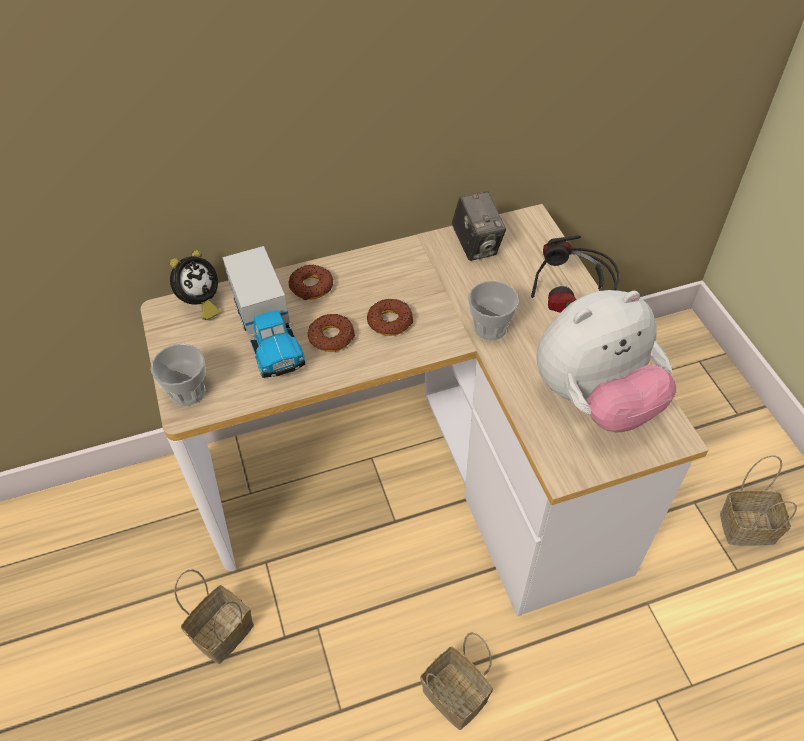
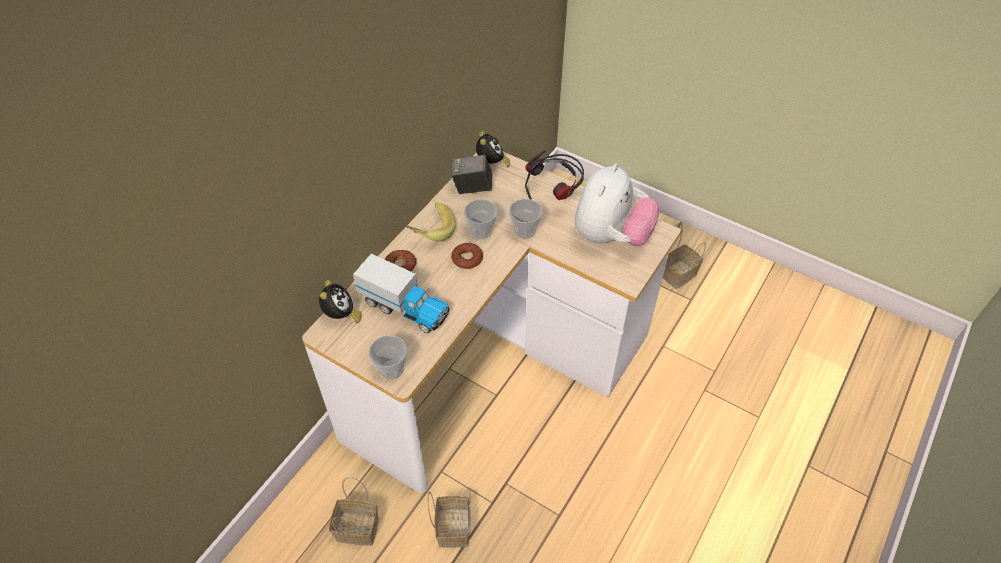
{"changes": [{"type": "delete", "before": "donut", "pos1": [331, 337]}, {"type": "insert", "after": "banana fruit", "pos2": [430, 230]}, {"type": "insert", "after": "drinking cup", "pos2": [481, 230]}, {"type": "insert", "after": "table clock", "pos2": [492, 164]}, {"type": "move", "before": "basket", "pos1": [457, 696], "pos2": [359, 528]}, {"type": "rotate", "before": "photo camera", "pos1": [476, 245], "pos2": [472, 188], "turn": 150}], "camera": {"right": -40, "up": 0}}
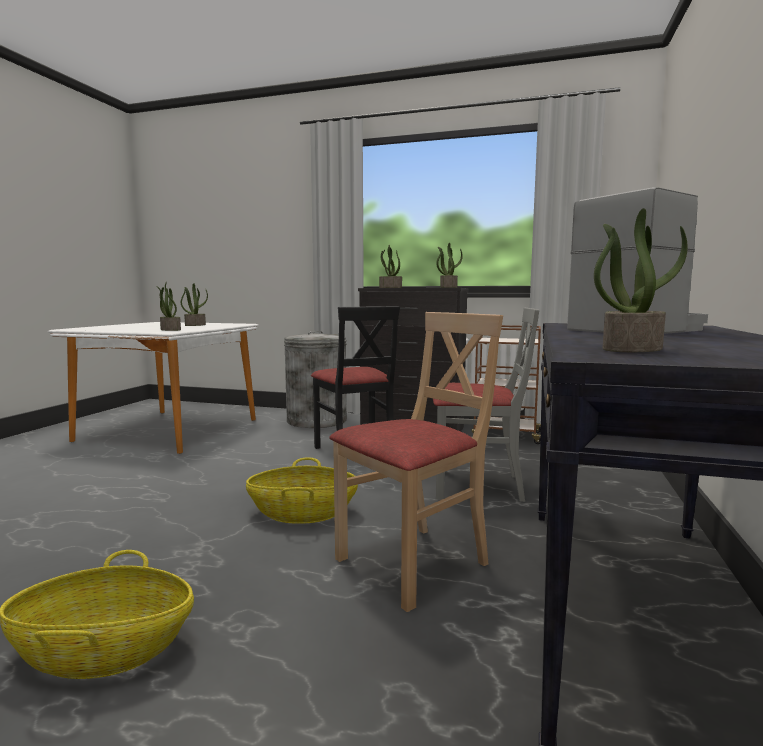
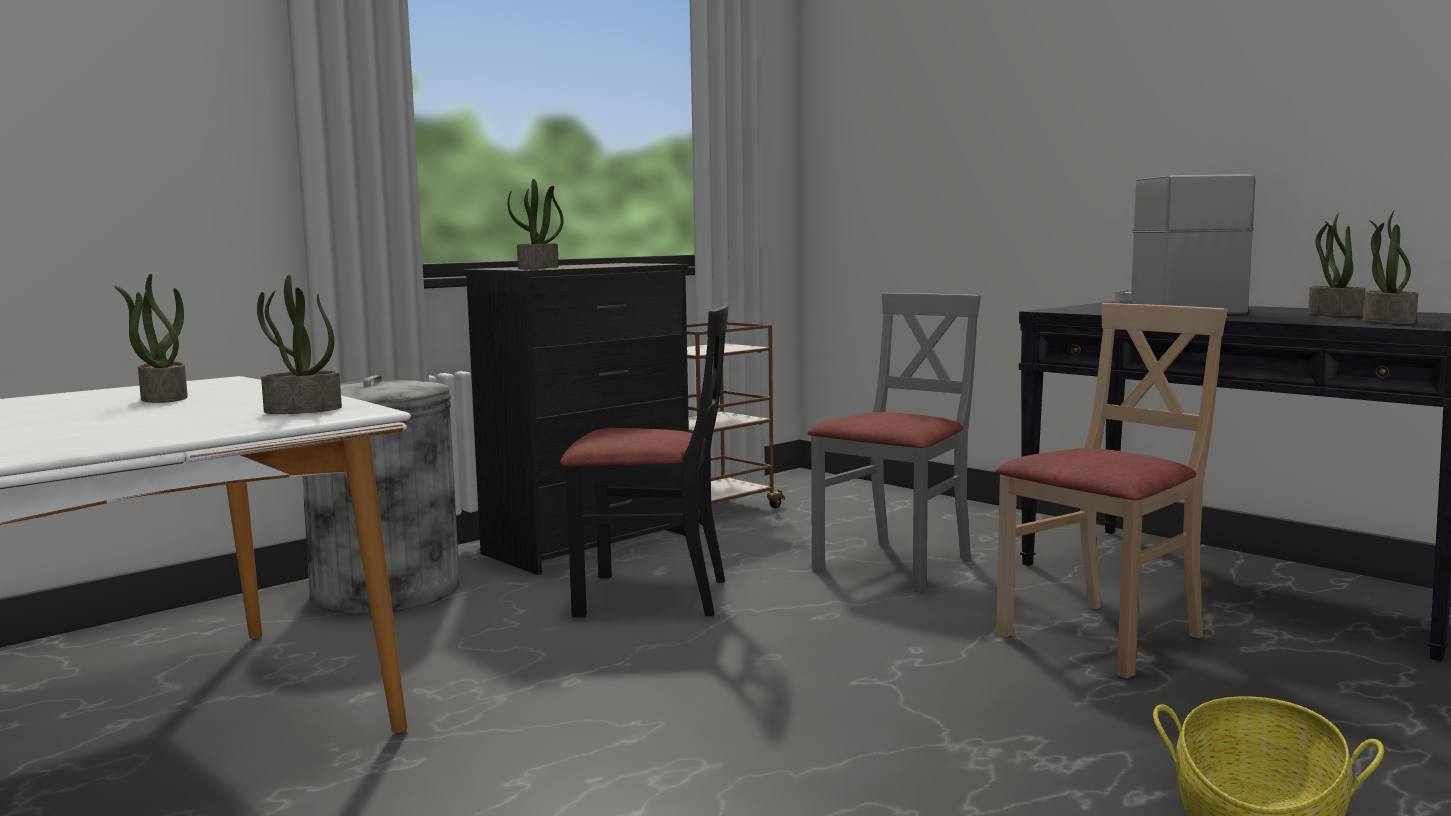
{"changes": [{"type": "delete", "before": "basket", "pos1": [303, 513]}, {"type": "move", "before": "houseplant", "pos1": [448, 287], "pos2": [1333, 314]}, {"type": "rotate", "before": "sand-coloured upright chair", "pos1": [413, 563], "pos2": [1103, 637], "turn": 60}], "camera": {"right": -60, "up": 0}}
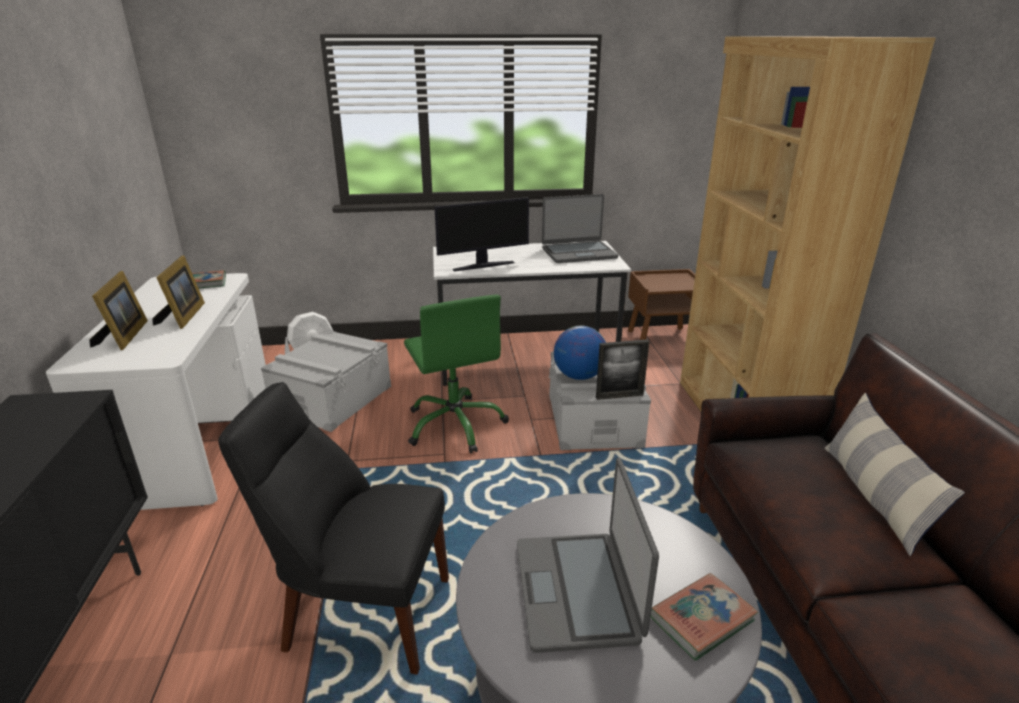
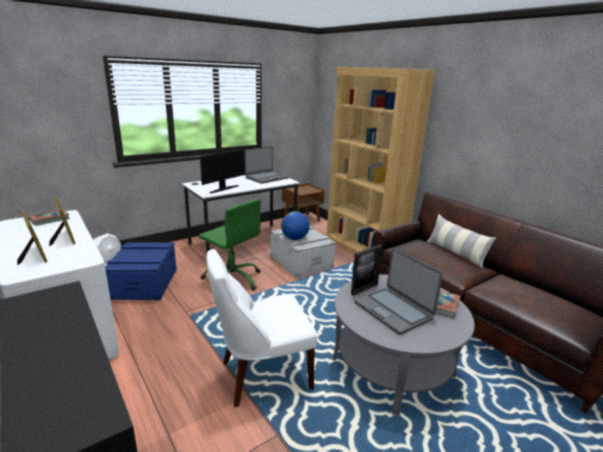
{"changes": [{"type": "move", "before": "photo frame", "pos1": [619, 396], "pos2": [364, 289]}, {"type": "recolor", "before": "black upright chair", "after": "white-coloured upright chair", "pos1": [361, 612], "pos2": [261, 375]}, {"type": "recolor", "before": "gray storage container", "after": "bluish storage container", "pos1": [332, 398], "pos2": [144, 283]}], "camera": {"right": -30, "up": -5}}
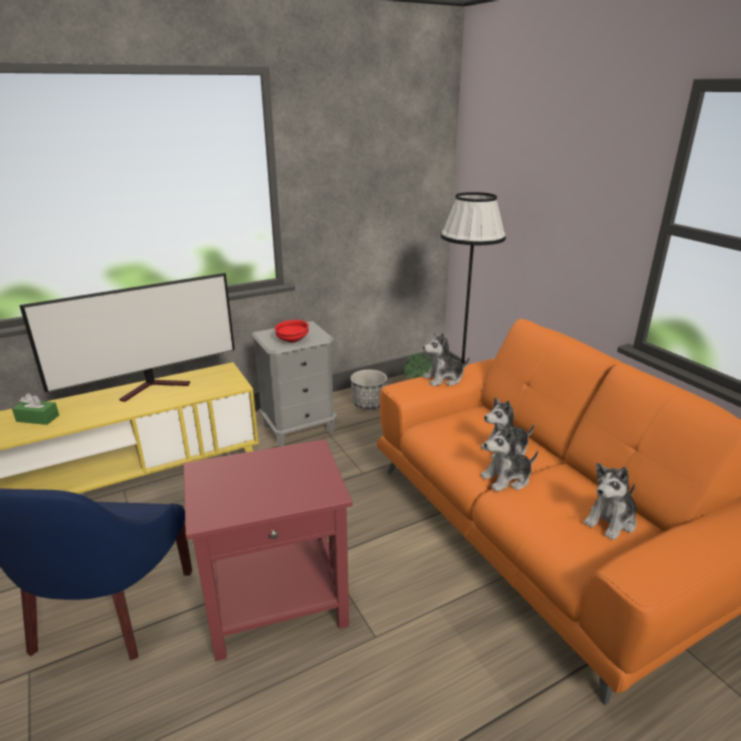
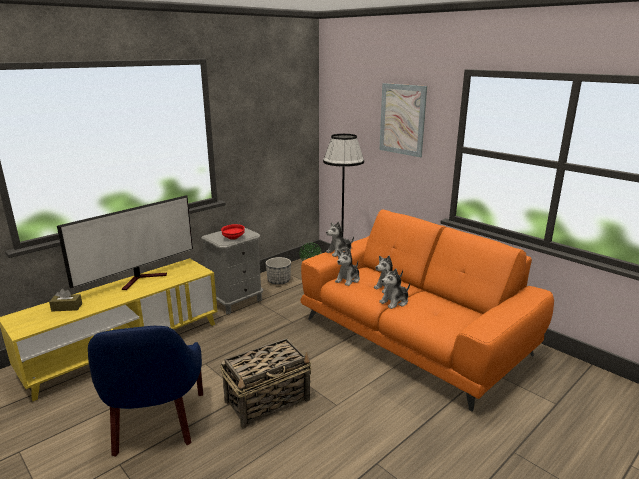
{"changes": [{"type": "insert", "after": "wall art", "pos2": [402, 119]}, {"type": "move", "before": "soft toy", "pos1": [611, 521], "pos2": [348, 279]}, {"type": "replace", "before": "red-coloured side table", "after": "basket", "pos1": [276, 604], "pos2": [268, 400]}, {"type": "recolor", "before": "greenish tissue box", "after": "brownish tissue box", "pos1": [37, 418], "pos2": [67, 307]}], "camera": {"right": -15, "up": -5}}
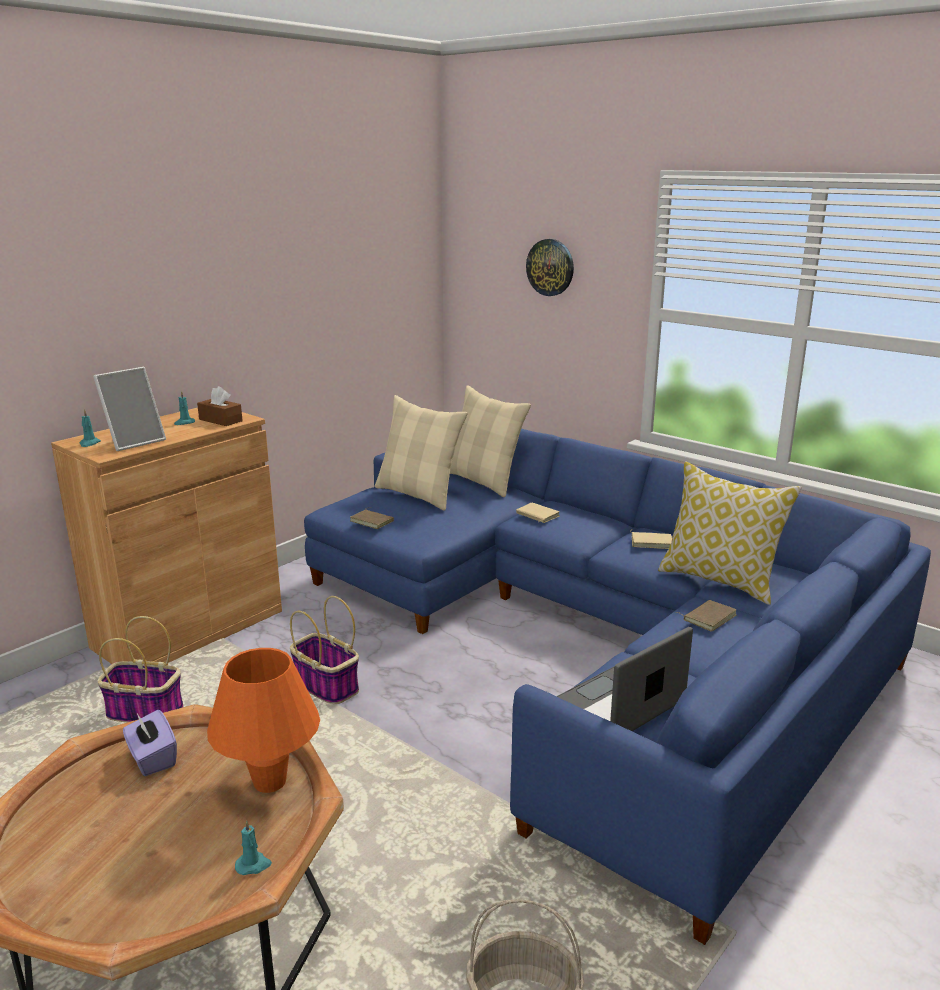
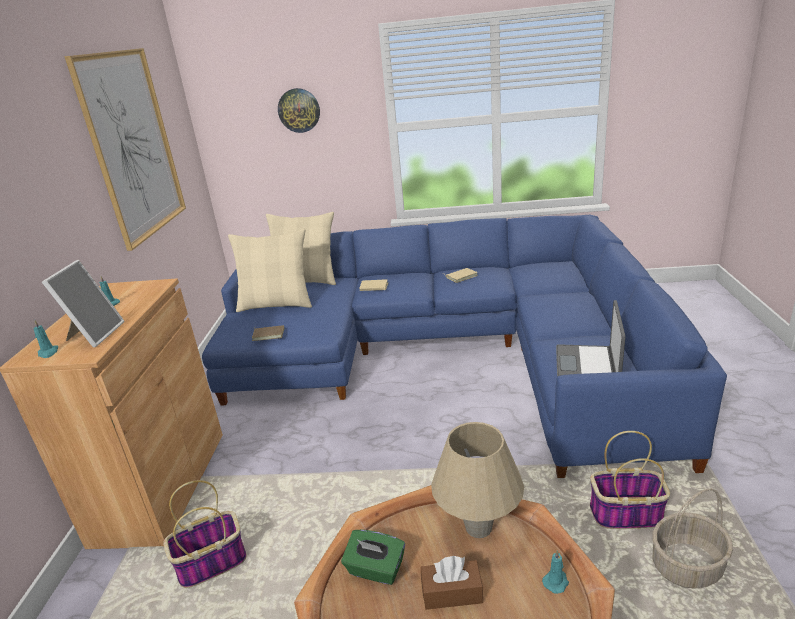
{"changes": [{"type": "delete", "before": "cushion", "pos1": [720, 580]}, {"type": "delete", "before": "brownish volume", "pos1": [708, 617]}, {"type": "insert", "after": "wall art", "pos2": [133, 145]}, {"type": "move", "before": "brownish tissue box", "pos1": [220, 420], "pos2": [452, 593]}, {"type": "move", "before": "basket", "pos1": [325, 686], "pos2": [625, 515]}, {"type": "recolor", "before": "purplish tissue box", "after": "greenish tissue box", "pos1": [152, 758], "pos2": [375, 570]}, {"type": "recolor", "before": "orange-coloured lamp for a table", "after": "sand-coloured lamp for a table", "pos1": [270, 781], "pos2": [478, 527]}], "camera": {"right": -35, "up": 5}}
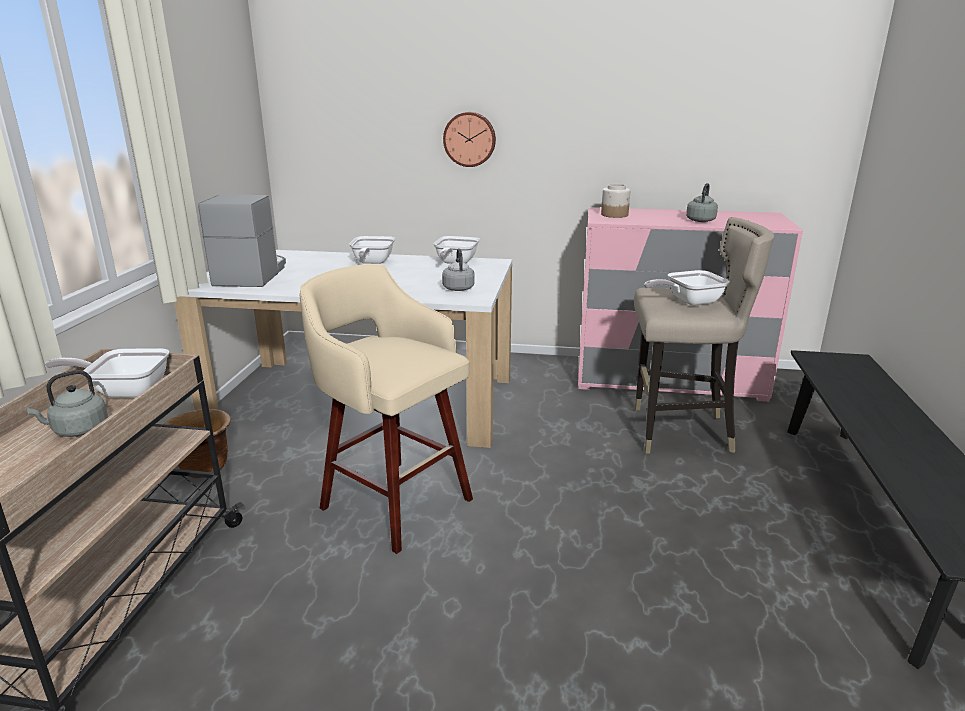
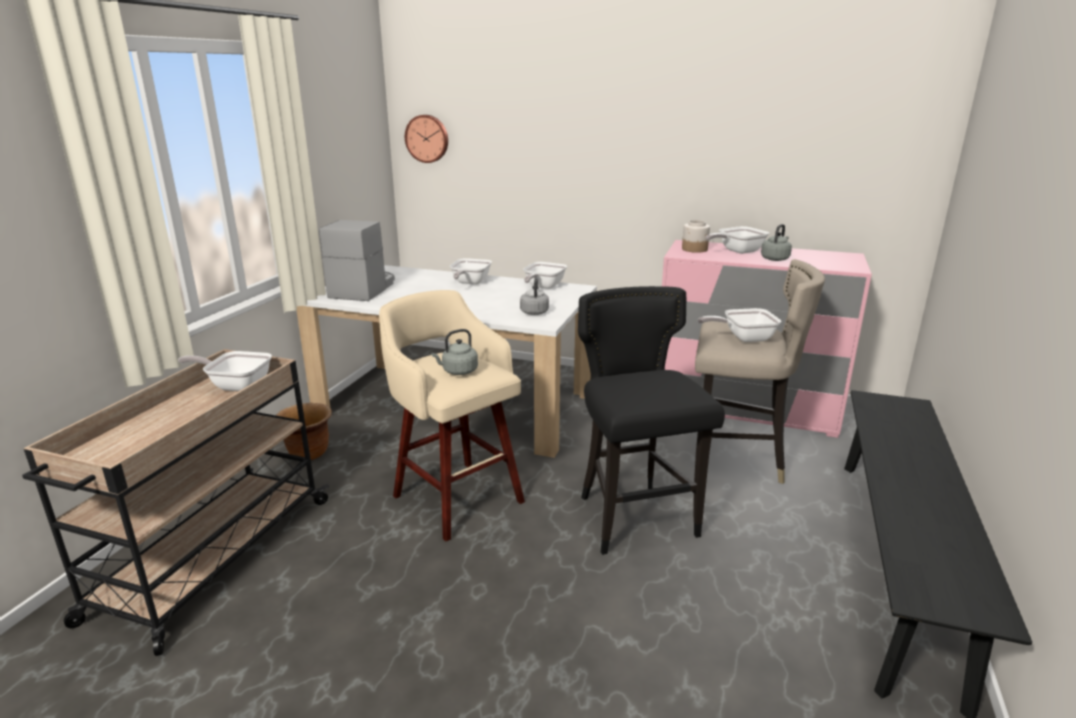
{"changes": [{"type": "insert", "after": "black stool", "pos2": [635, 519]}, {"type": "insert", "after": "pan", "pos2": [737, 251]}, {"type": "move", "before": "gray tea kettle", "pos1": [78, 430], "pos2": [458, 371]}, {"type": "move", "before": "hanging clock", "pos1": [469, 139], "pos2": [427, 138]}], "camera": {"right": 10, "up": 0}}
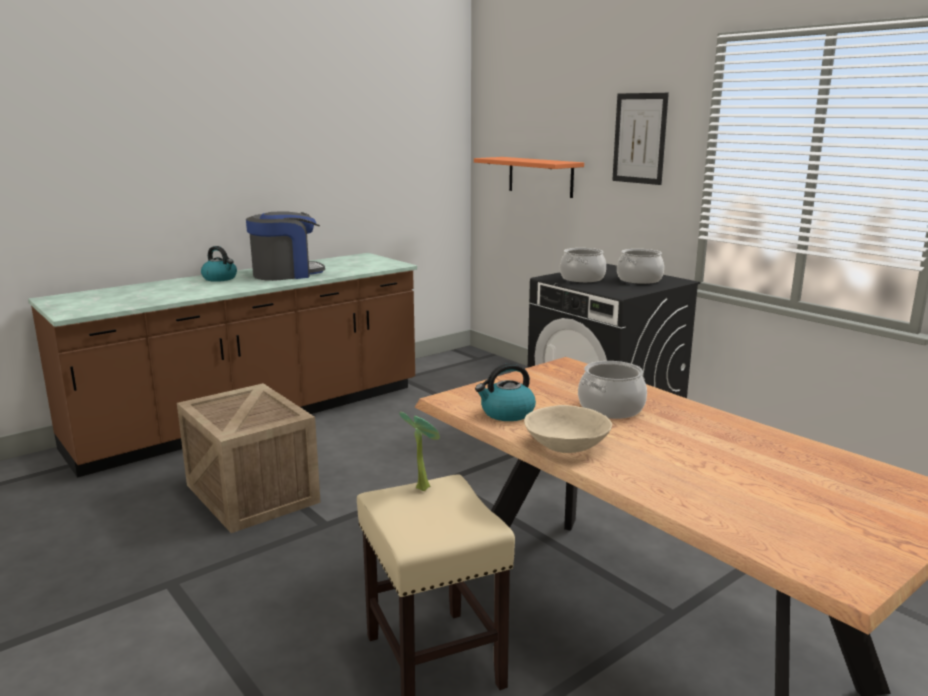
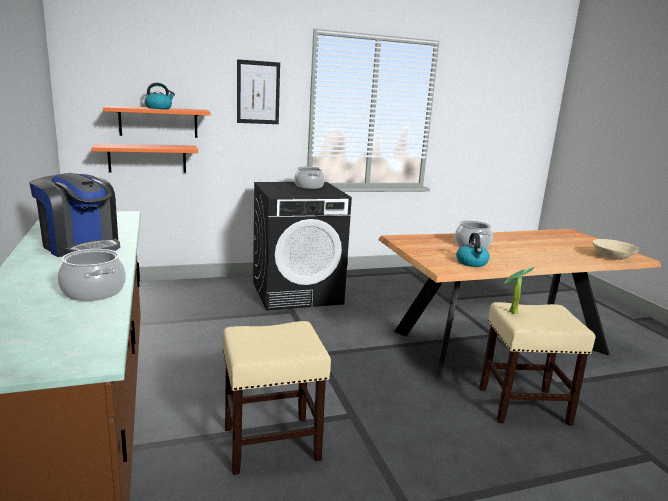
{"changes": [{"type": "insert", "after": "orange-coloured shelf", "pos2": [147, 158]}, {"type": "move", "before": "tea kettle", "pos1": [220, 278], "pos2": [159, 108]}, {"type": "move", "before": "sand-coloured bowl", "pos1": [566, 447], "pos2": [612, 258]}, {"type": "move", "before": "cooking pot", "pos1": [582, 278], "pos2": [93, 292]}, {"type": "replace", "before": "shipping crate", "after": "sand-coloured stool", "pos1": [254, 494], "pos2": [272, 443]}, {"type": "rotate", "before": "coffee maker", "pos1": [286, 274], "pos2": [81, 246], "turn": 135}], "camera": {"right": -70, "up": 0}}
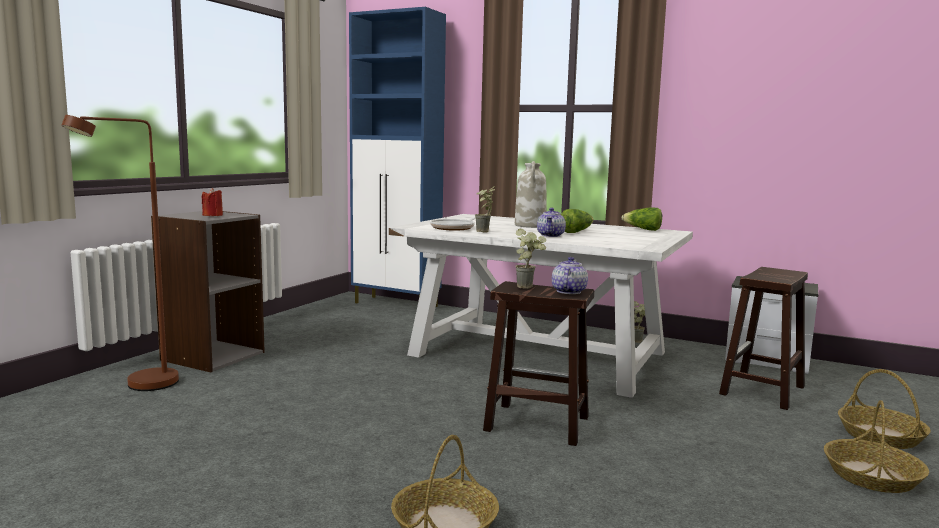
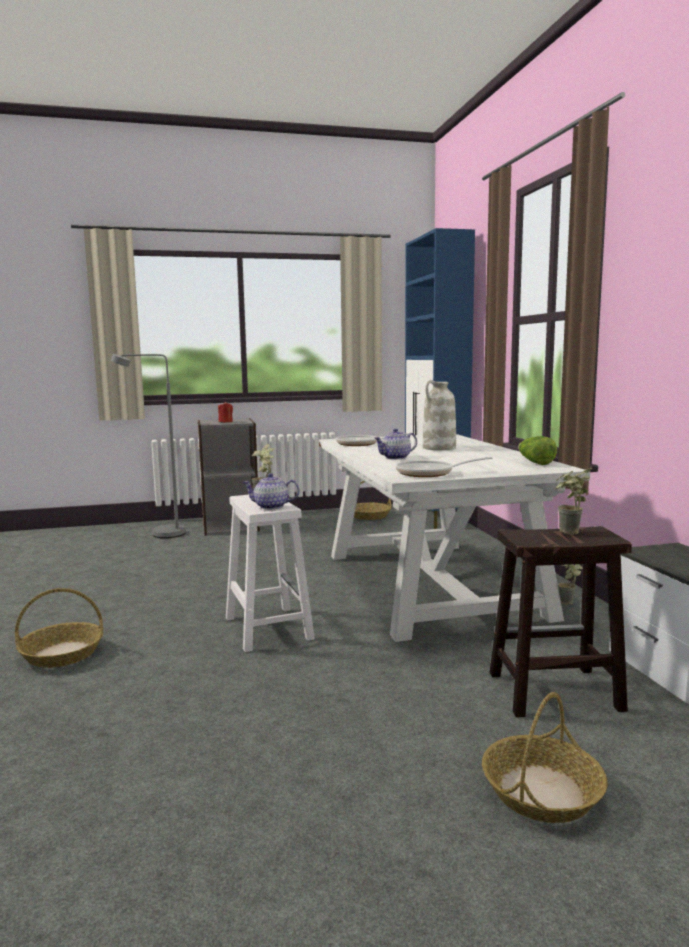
{"changes": [{"type": "delete", "before": "lettuce", "pos1": [576, 232]}, {"type": "insert", "after": "pan", "pos2": [430, 473]}, {"type": "move", "before": "houseplant", "pos1": [484, 232], "pos2": [568, 534]}, {"type": "move", "before": "basket", "pos1": [872, 476], "pos2": [369, 516]}, {"type": "recolor", "before": "brownish floor lamp", "after": "gray floor lamp", "pos1": [140, 386], "pos2": [160, 534]}, {"type": "recolor", "before": "brownish stool", "after": "white-coloured stool", "pos1": [535, 423], "pos2": [267, 627]}, {"type": "rotate", "before": "pot for tea", "pos1": [568, 291], "pos2": [271, 506], "turn": -150}], "camera": {"right": 50, "up": 0}}
